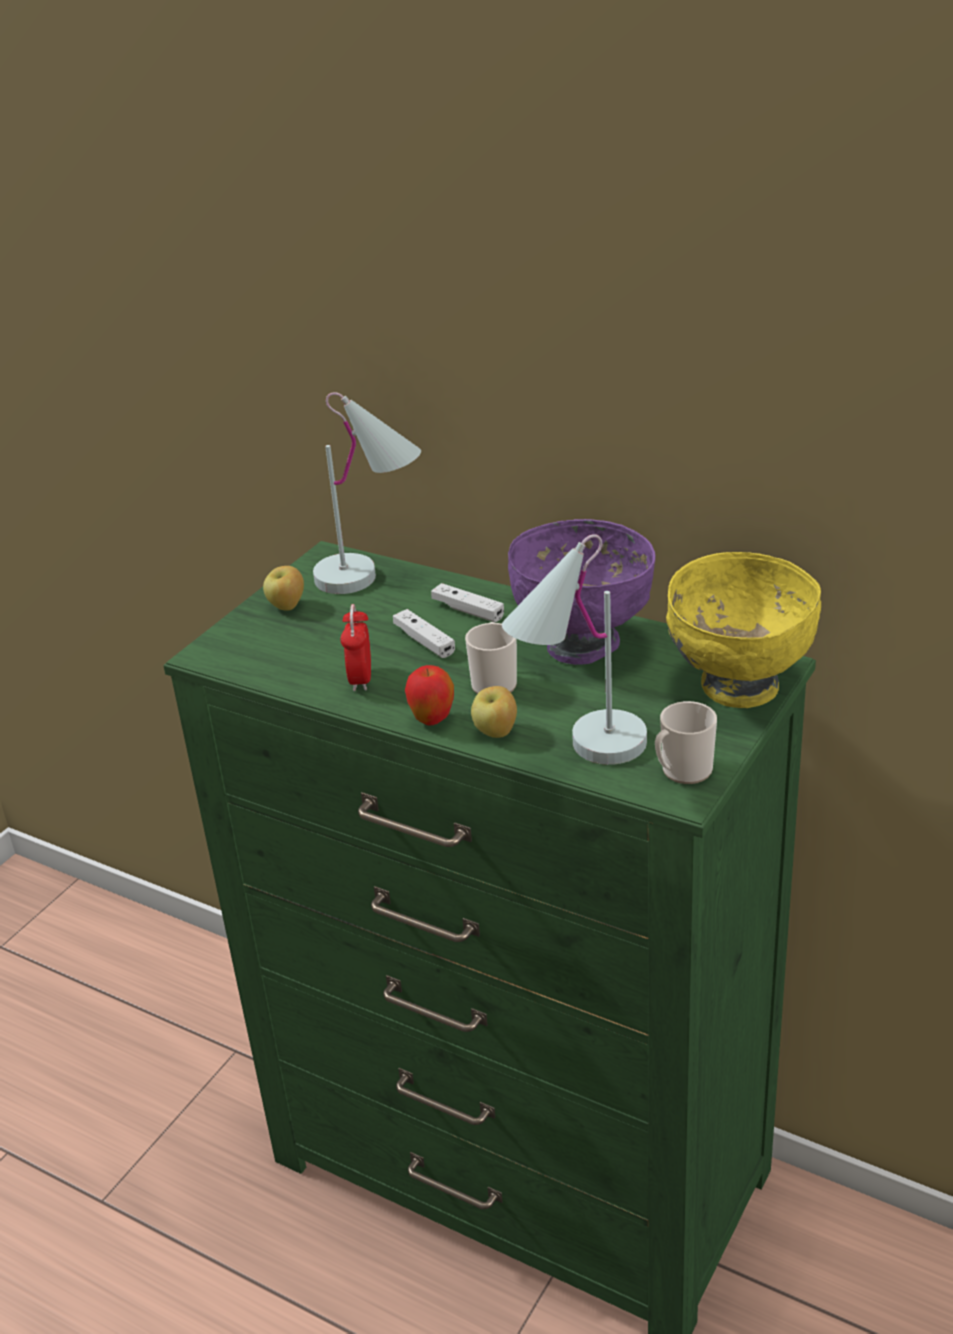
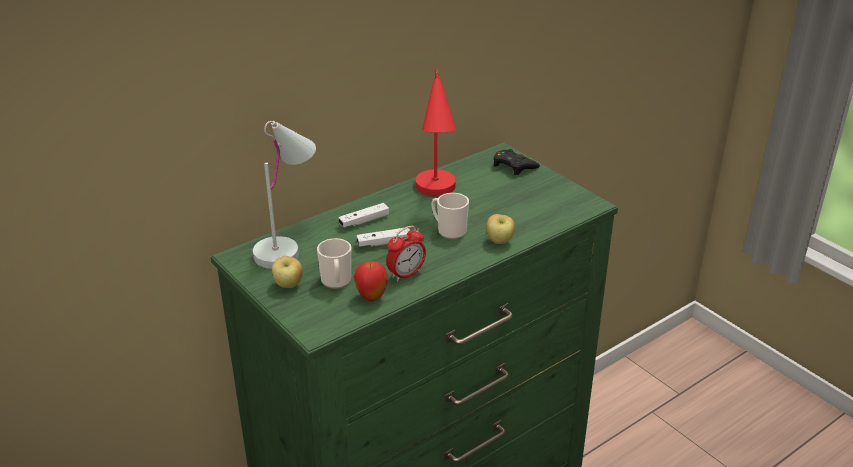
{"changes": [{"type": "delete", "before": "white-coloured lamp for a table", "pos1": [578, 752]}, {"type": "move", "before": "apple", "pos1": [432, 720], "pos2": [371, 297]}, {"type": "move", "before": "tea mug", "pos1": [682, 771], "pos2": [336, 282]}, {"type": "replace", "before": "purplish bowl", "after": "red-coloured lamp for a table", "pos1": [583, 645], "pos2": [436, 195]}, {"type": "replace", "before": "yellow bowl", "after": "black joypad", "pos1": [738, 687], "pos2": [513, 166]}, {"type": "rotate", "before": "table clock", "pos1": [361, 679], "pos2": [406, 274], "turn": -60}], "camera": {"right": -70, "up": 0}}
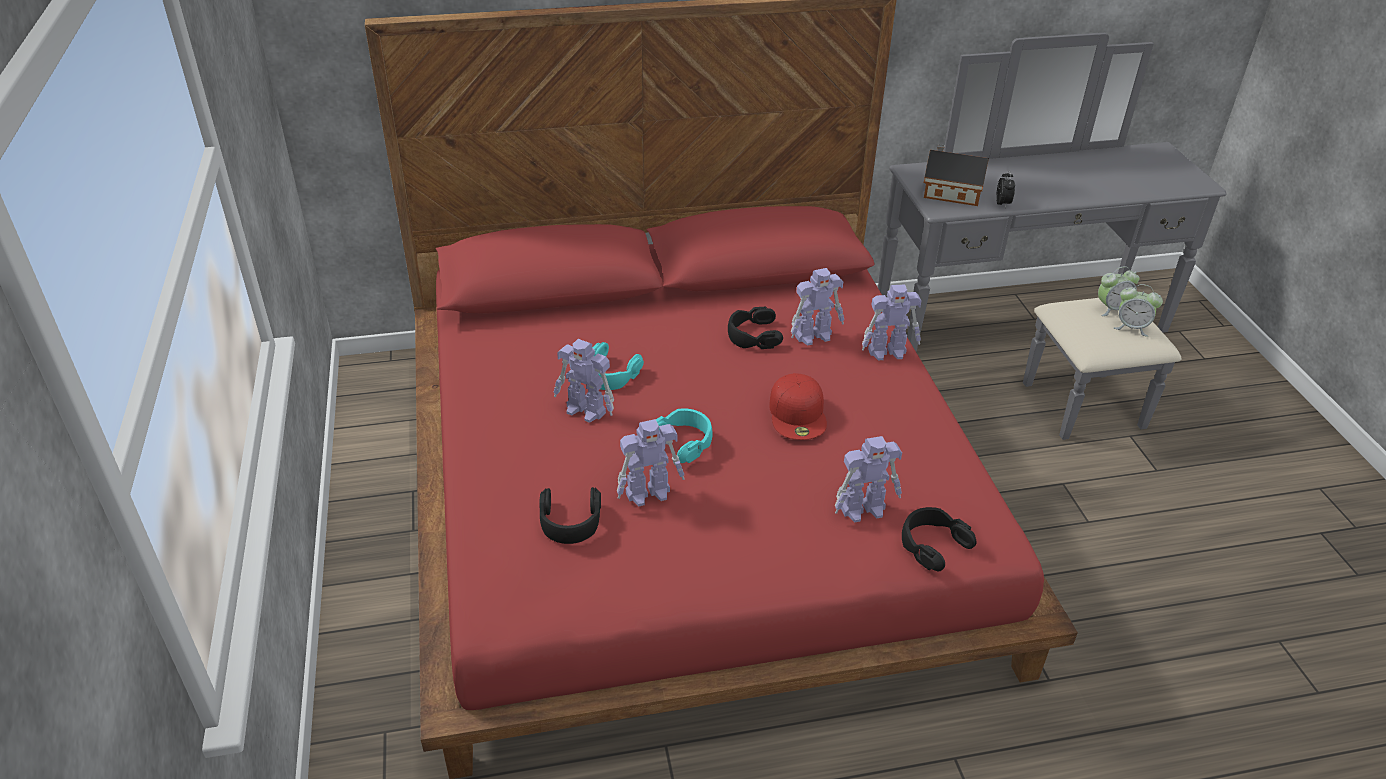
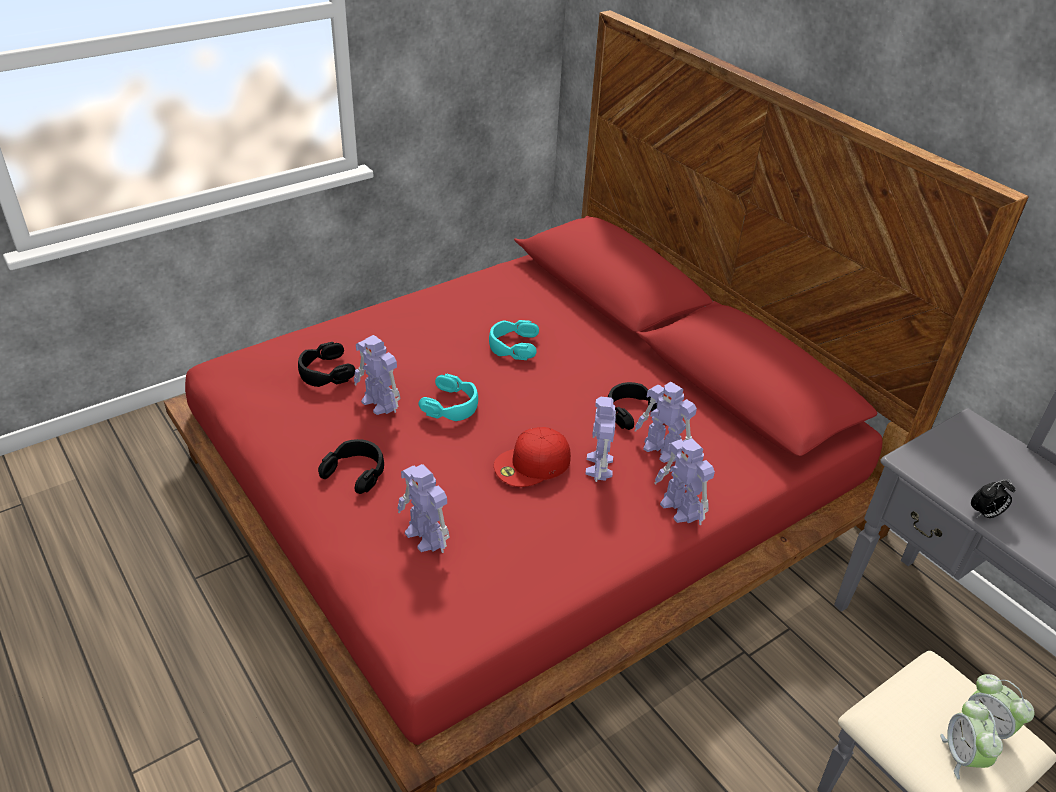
{"changes": [{"type": "delete", "before": "model house", "pos1": [949, 192]}, {"type": "move", "before": "model robot", "pos1": [586, 411], "pos2": [599, 467]}, {"type": "move", "before": "black headset", "pos1": [932, 544], "pos2": [356, 472]}], "camera": {"right": 65, "up": 0}}
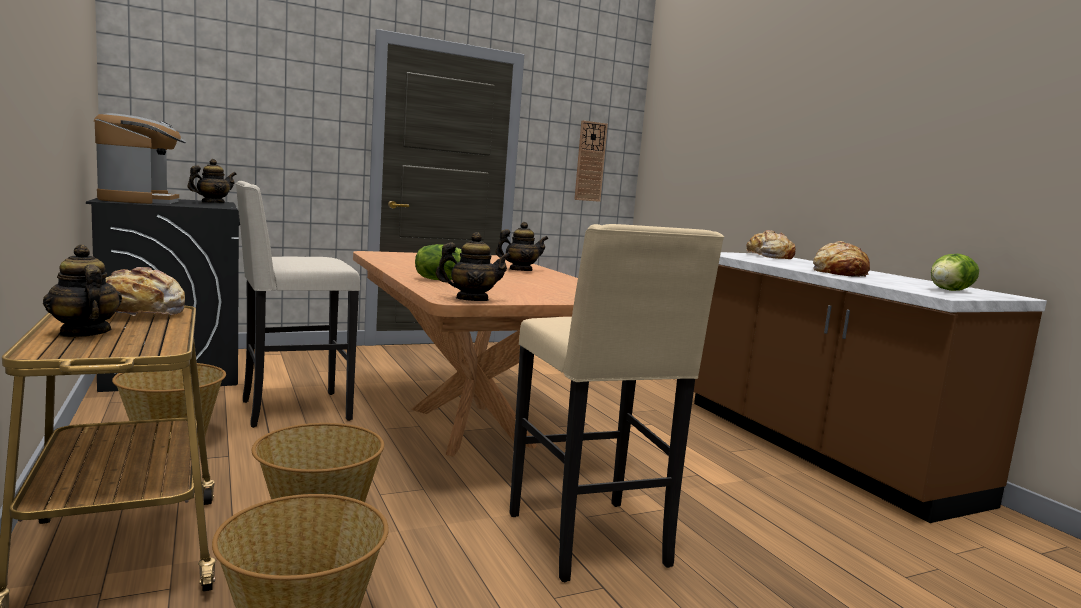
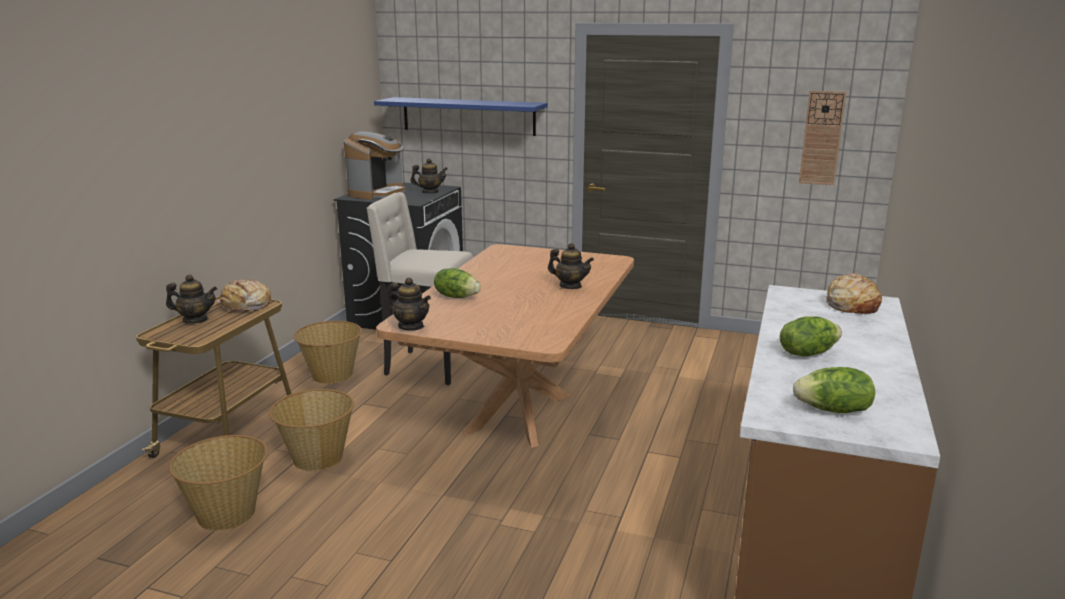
{"changes": [{"type": "delete", "before": "sand-coloured stool", "pos1": [591, 541]}, {"type": "insert", "after": "bluish shelf", "pos2": [468, 116]}, {"type": "replace", "before": "bread", "after": "lettuce", "pos1": [839, 273], "pos2": [807, 353]}, {"type": "rotate", "before": "pot for tea", "pos1": [84, 333], "pos2": [195, 320], "turn": 90}], "camera": {"right": 45, "up": 10}}
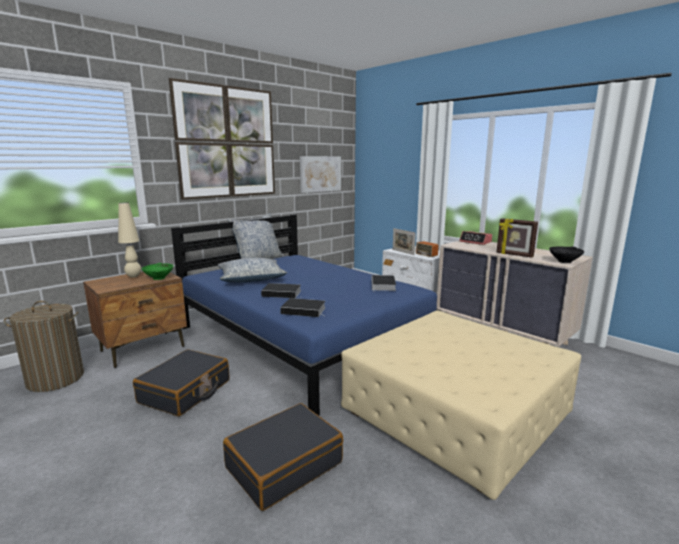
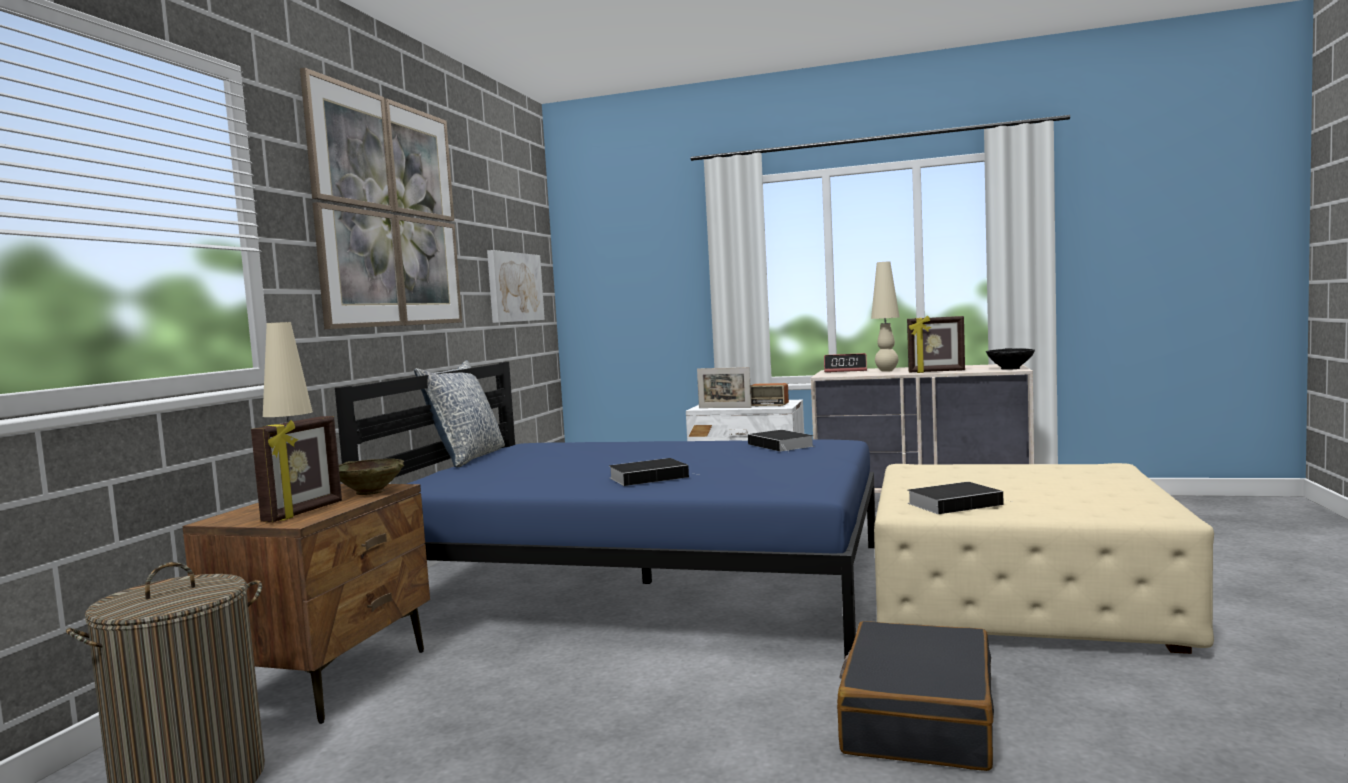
{"changes": [{"type": "delete", "before": "black suitcase", "pos1": [185, 392]}, {"type": "delete", "before": "cushion", "pos1": [251, 279]}, {"type": "insert", "after": "photo frame", "pos2": [304, 512]}, {"type": "insert", "after": "sand-coloured lamp for a table", "pos2": [886, 371]}, {"type": "move", "before": "volume", "pos1": [305, 310], "pos2": [956, 503]}, {"type": "recolor", "before": "greenish bowl", "after": "sand-coloured bowl", "pos1": [159, 278], "pos2": [370, 492]}], "camera": {"right": -30, "up": -10}}
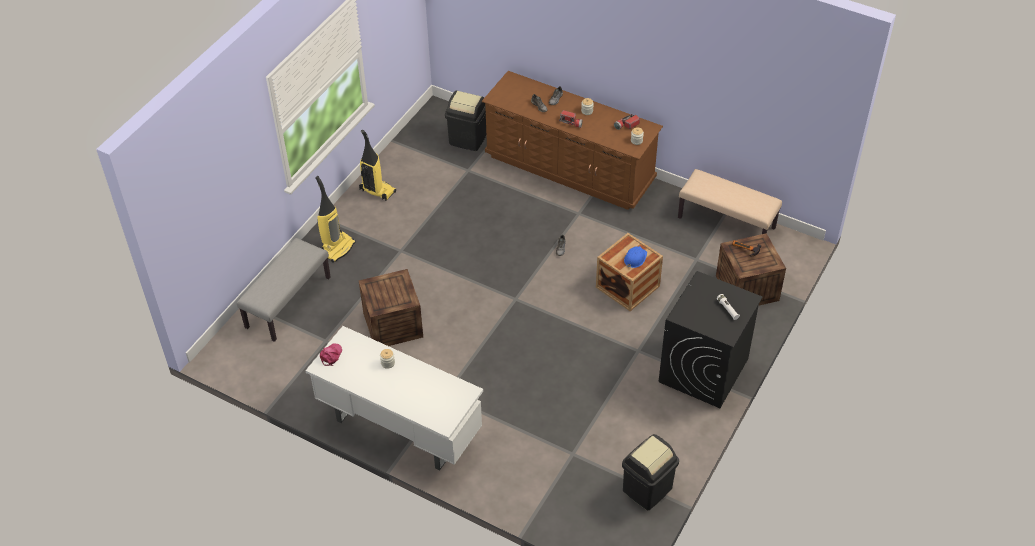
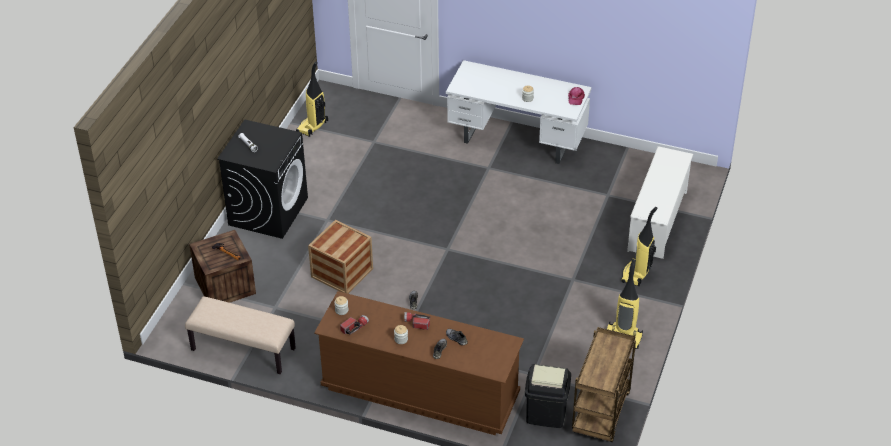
{"changes": [{"type": "delete", "before": "shipping crate", "pos1": [393, 325]}, {"type": "delete", "before": "bluish safety helmet", "pos1": [635, 258]}, {"type": "insert", "after": "brownish trolley", "pos2": [601, 415]}, {"type": "replace", "before": "gray indoor bench", "after": "white-coloured shoe stand", "pos1": [288, 302], "pos2": [658, 221]}, {"type": "replace", "before": "black waste bin", "after": "hoover", "pos1": [647, 489], "pos2": [312, 127]}], "camera": {"right": 170, "up": -5}}
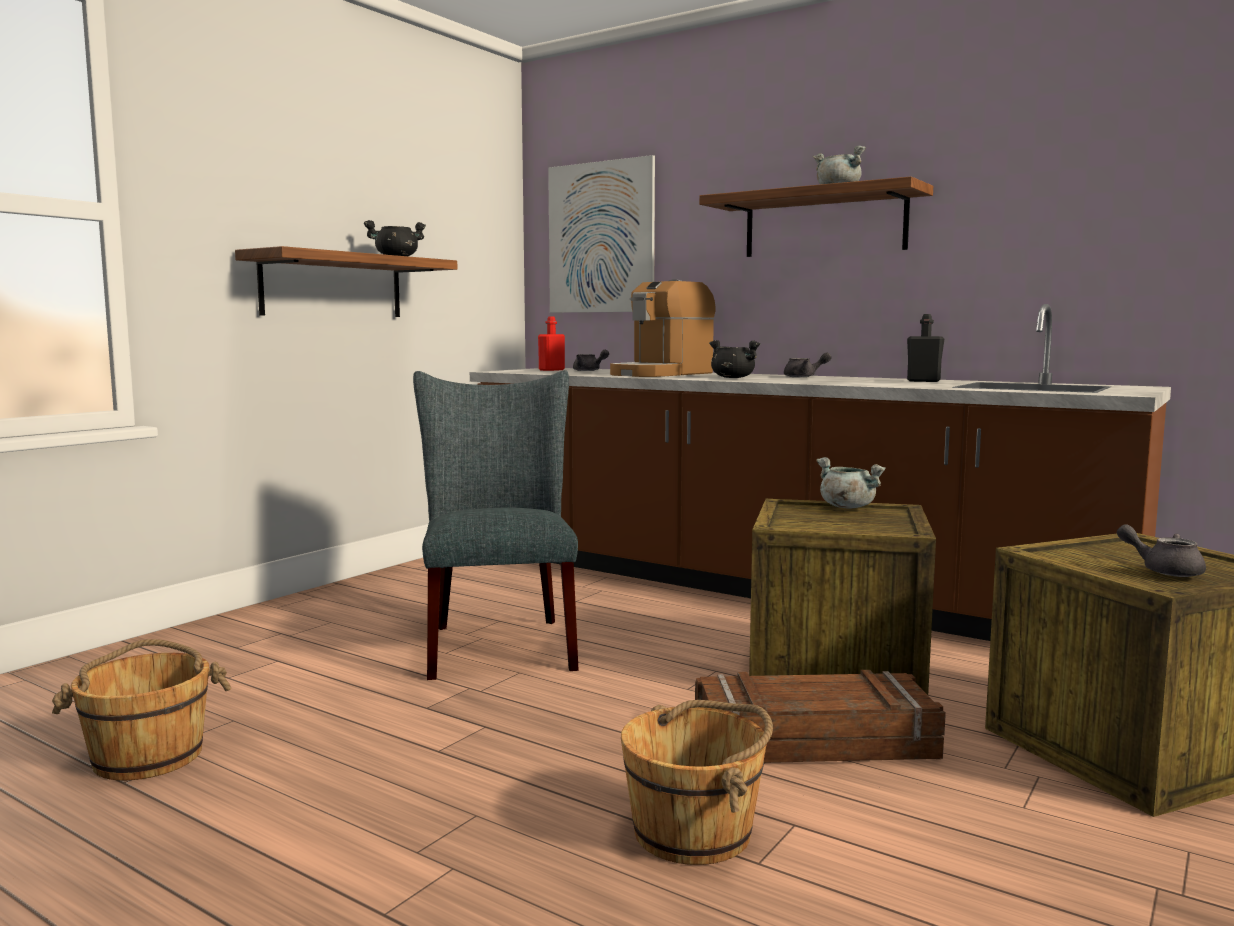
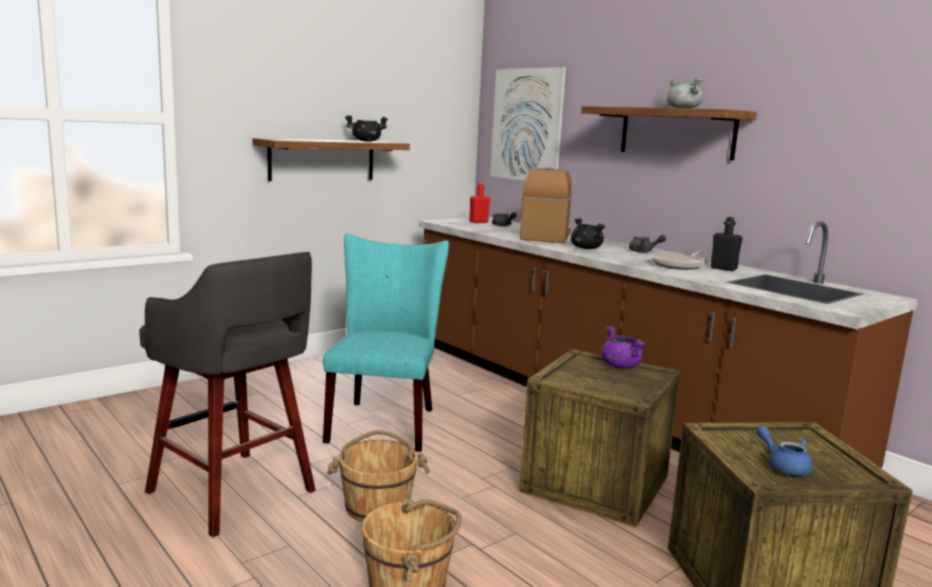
{"changes": [{"type": "delete", "before": "shipping crate", "pos1": [812, 741]}, {"type": "insert", "after": "gray stool", "pos2": [234, 493]}, {"type": "insert", "after": "pan", "pos2": [678, 265]}, {"type": "move", "before": "brownish water bucket", "pos1": [148, 756], "pos2": [377, 506]}, {"type": "recolor", "before": "gray upright chair", "after": "turquoise upright chair", "pos1": [498, 643], "pos2": [384, 422]}, {"type": "recolor", "before": "gray cooking pot", "after": "purplish cooking pot", "pos1": [846, 507], "pos2": [620, 366]}, {"type": "recolor", "before": "gray pot for tea", "after": "bluish pot for tea", "pos1": [1163, 570], "pos2": [784, 465]}, {"type": "rotate", "before": "coffee maker", "pos1": [661, 374], "pos2": [545, 236], "turn": 135}], "camera": {"right": 15, "up": 5}}
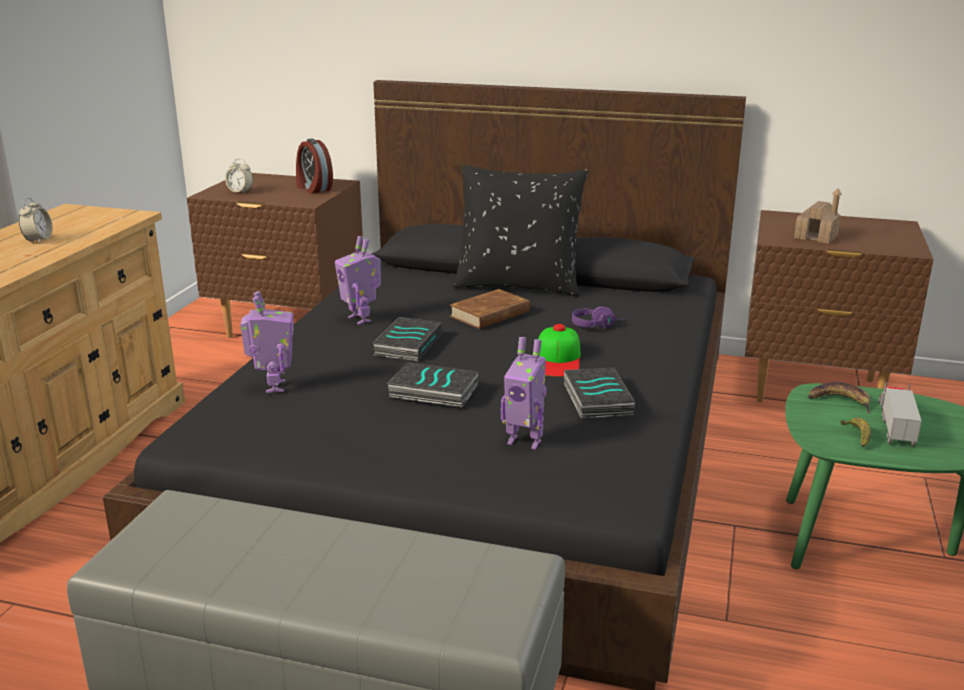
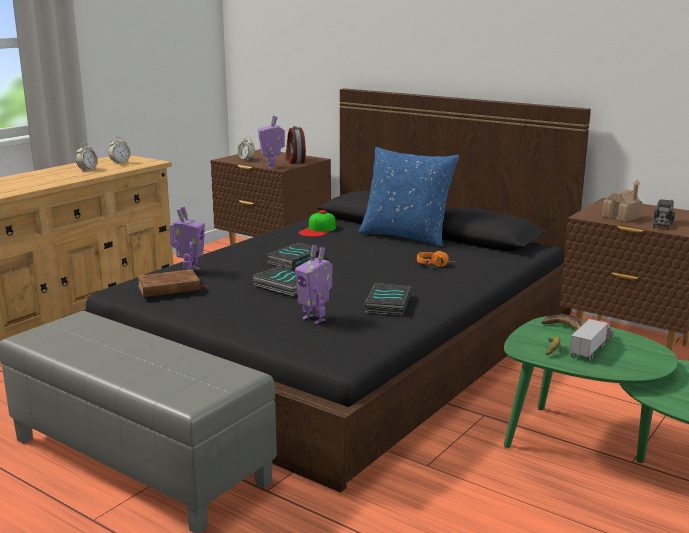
{"changes": [{"type": "insert", "after": "table clock", "pos2": [120, 162]}, {"type": "insert", "after": "model truck", "pos2": [662, 223]}, {"type": "move", "before": "model robot", "pos1": [361, 319], "pos2": [272, 166]}, {"type": "move", "before": "brownish volume", "pos1": [490, 314], "pos2": [169, 288]}, {"type": "move", "before": "cap", "pos1": [557, 359], "pos2": [318, 230]}, {"type": "recolor", "before": "black cushion", "after": "bluish cushion", "pos1": [518, 285], "pos2": [406, 236]}, {"type": "recolor", "before": "purplish headset", "after": "orange-coloured headset", "pos1": [598, 325], "pos2": [436, 265]}], "camera": {"right": 20, "up": -5}}
